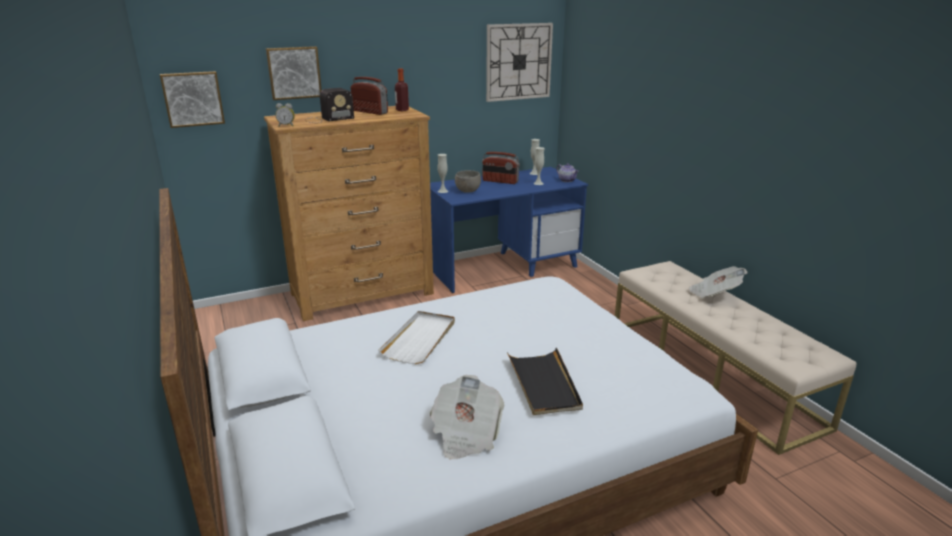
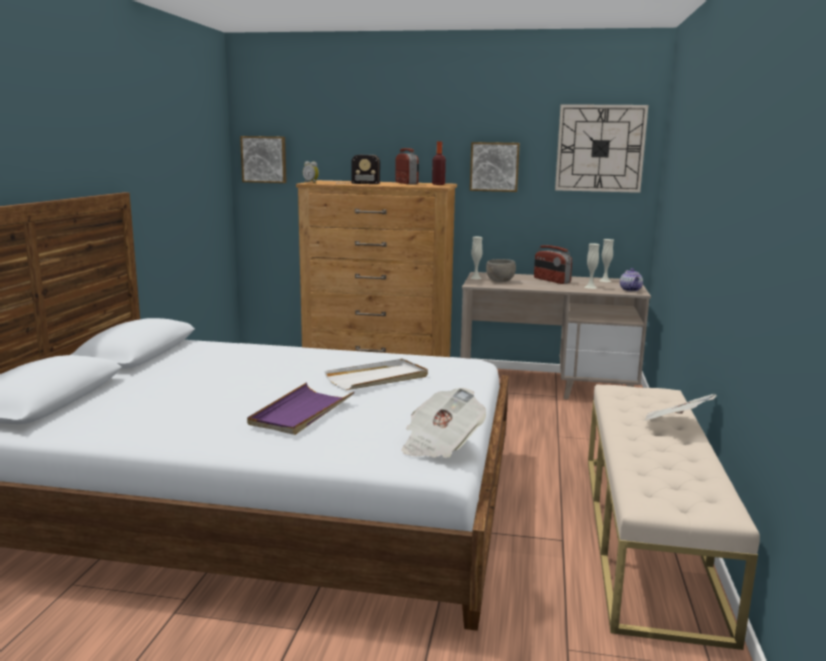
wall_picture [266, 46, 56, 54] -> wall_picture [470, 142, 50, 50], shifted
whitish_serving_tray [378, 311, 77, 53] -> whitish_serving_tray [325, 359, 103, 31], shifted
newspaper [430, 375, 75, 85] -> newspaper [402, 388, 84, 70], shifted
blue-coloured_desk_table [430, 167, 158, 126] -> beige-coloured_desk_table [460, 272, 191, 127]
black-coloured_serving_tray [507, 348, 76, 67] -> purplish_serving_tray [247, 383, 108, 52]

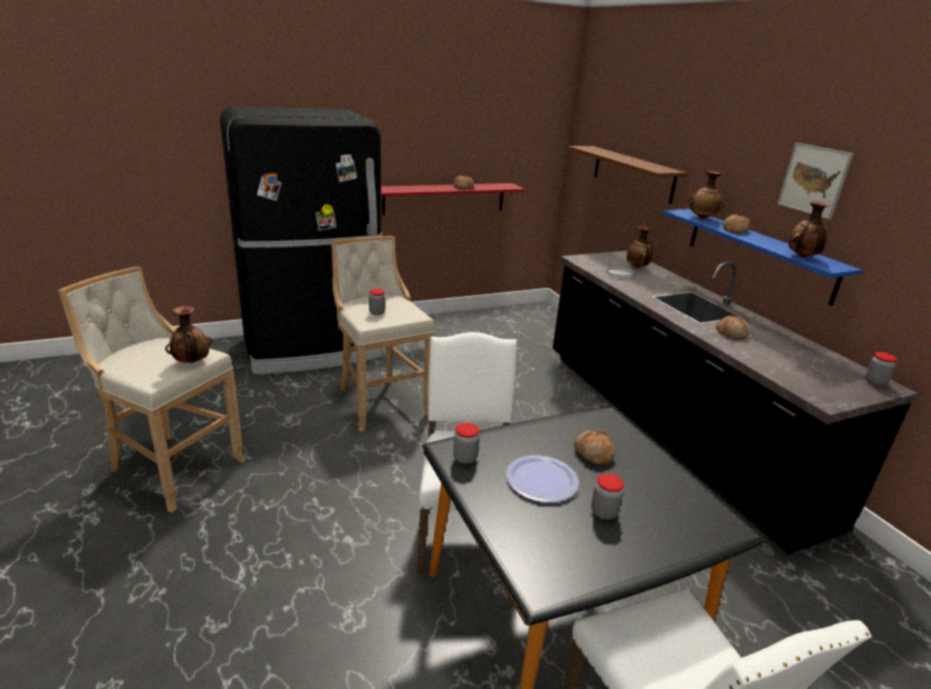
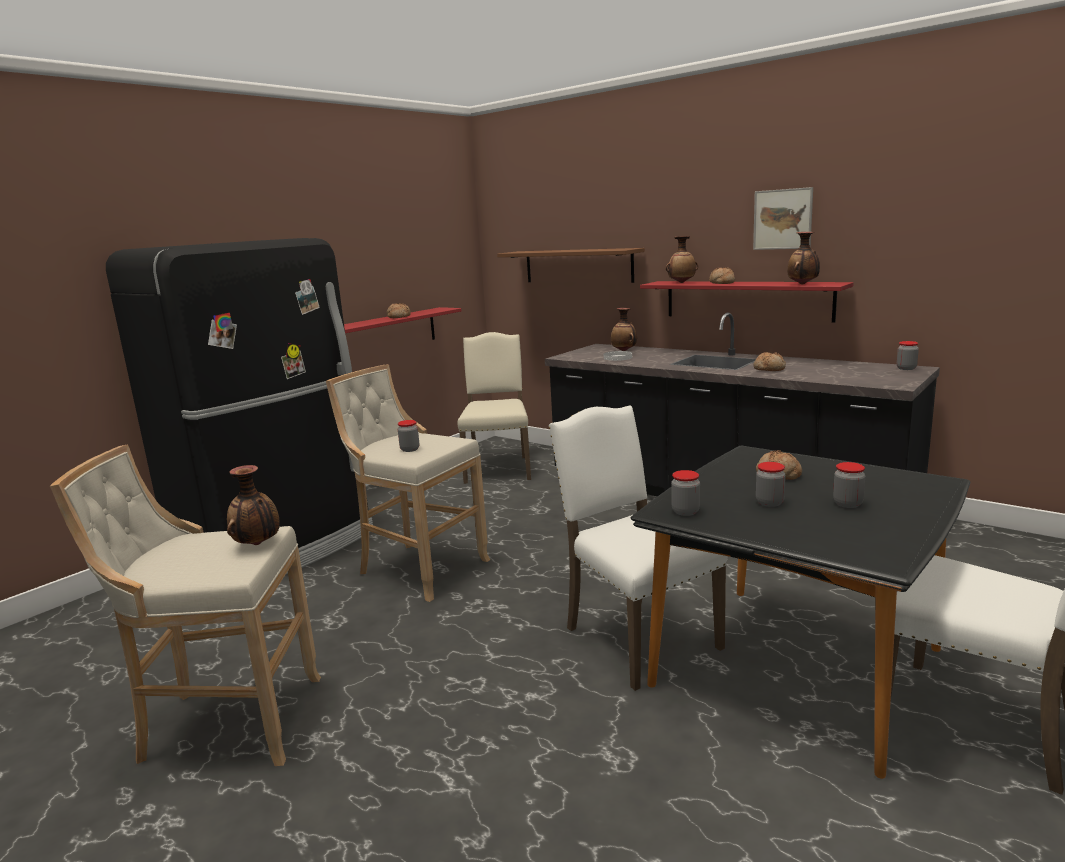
none -> beige-coloured_plain_chair [458, 332, 73, 152]
plate [506, 455, 73, 48] -> jar [756, 462, 30, 45]
blue-coloured_bracket_shelf [662, 209, 200, 97] -> red_bracket_shelf [640, 281, 213, 42]

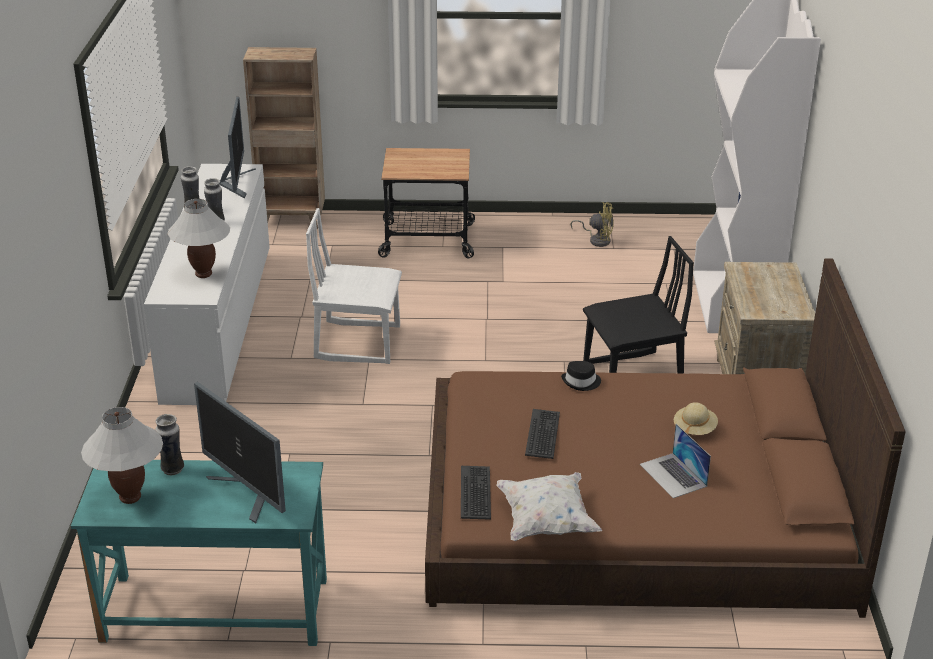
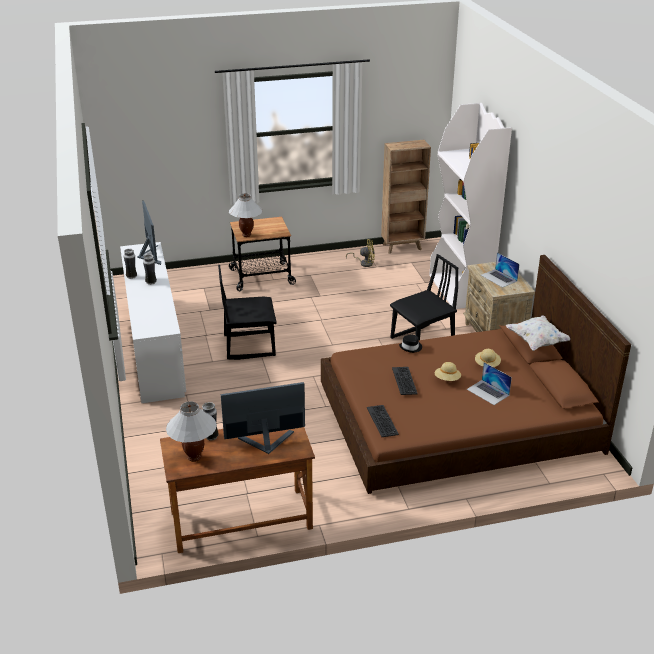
none -> beige-coloured_wearable_hat [435, 362, 26, 19]
none -> notebook_computer [481, 252, 39, 36]
whitish_lamp_for_a_table [167, 199, 63, 79] -> whitish_lamp_for_a_table [229, 193, 33, 44], shifted
brown_bookshelf [243, 47, 82, 182] -> brown_bookshelf [381, 140, 50, 114], shifted
whitish_pillow [496, 472, 106, 69] -> whitish_pillow [506, 315, 64, 36], shifted
turquoise_desk_table [71, 460, 256, 186] -> brown_desk_table [160, 427, 155, 126]
whitish_plain_chair [306, 208, 96, 156] -> black-coloured_plain_chair [218, 265, 59, 95]
computer_screen [194, 382, 92, 142] -> computer_screen [221, 382, 84, 72], 135 degrees clockwise

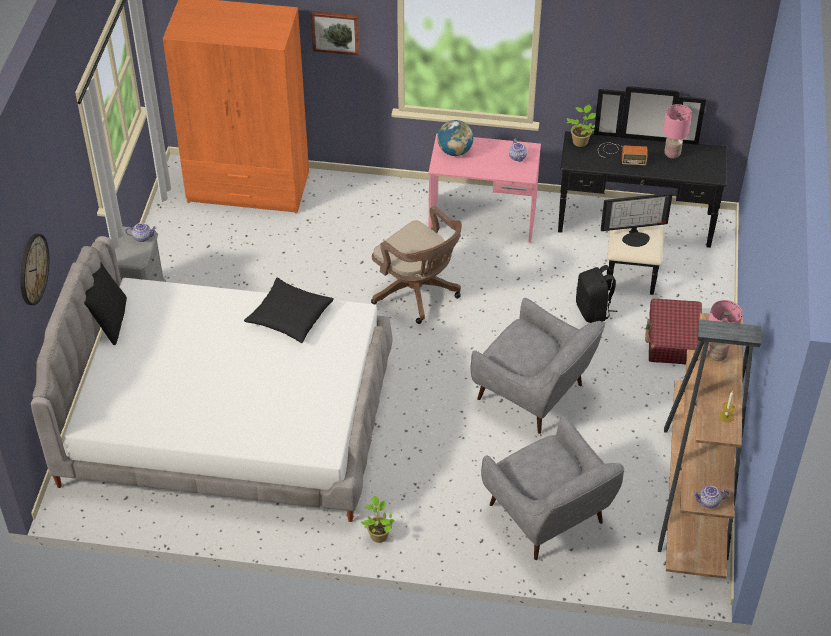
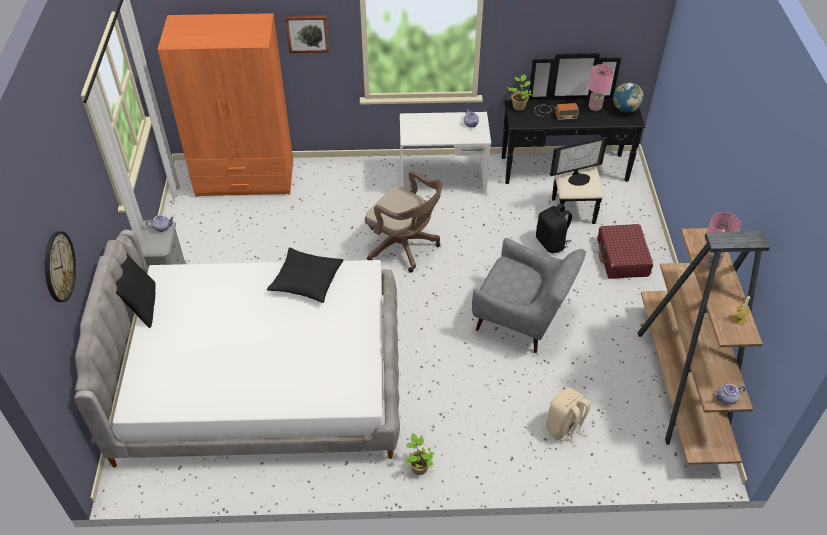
world_globe [437, 120, 36, 36] -> world_globe [613, 82, 31, 31], shifted
grey_easy_chair [481, 416, 143, 144] -> beige-coloured_rucksack [546, 388, 44, 59]
pinkish_desk_table [428, 134, 113, 109] -> whitish_desk_table [400, 112, 91, 83]

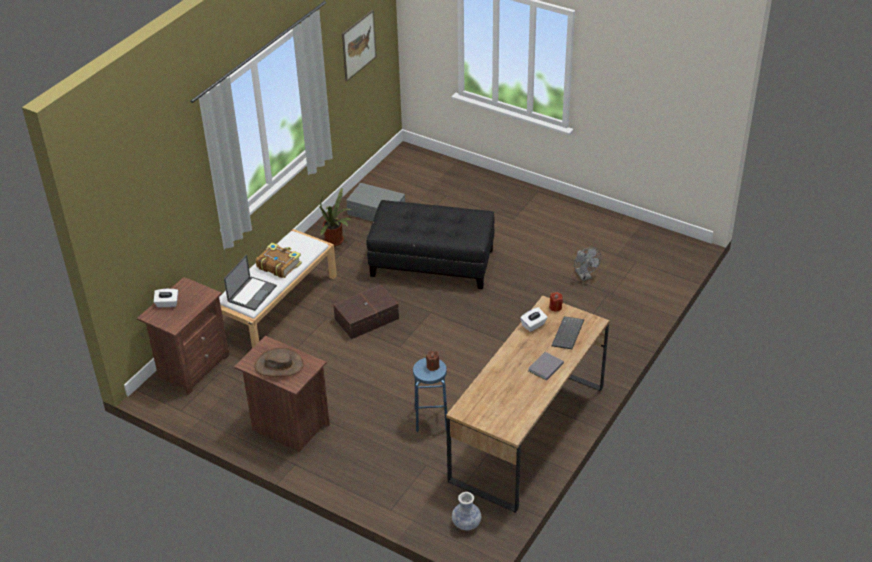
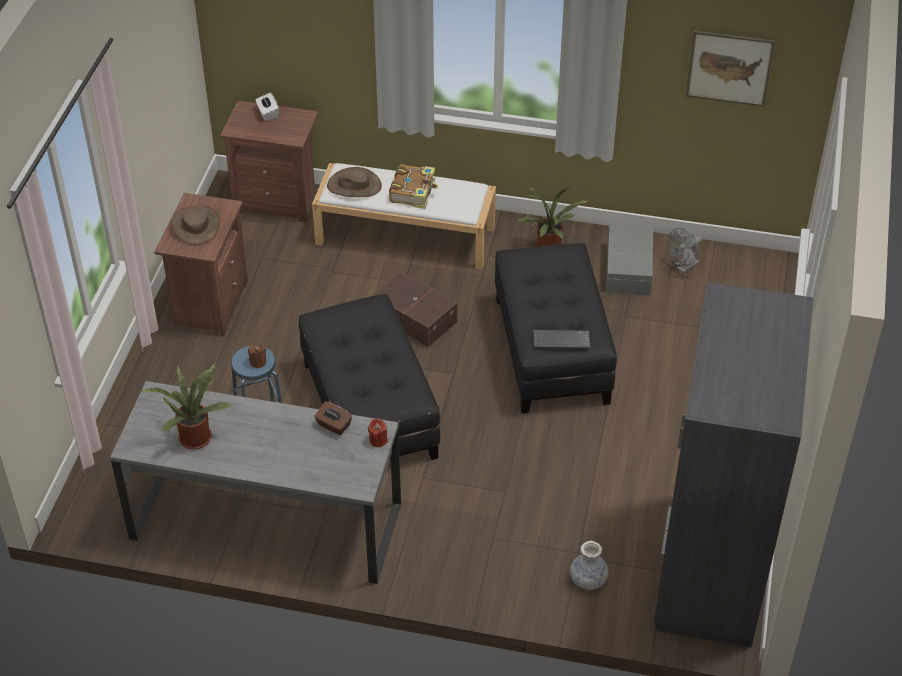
grey_book [528, 352, 36, 29] -> none
none -> houseplant [140, 361, 93, 89]
none -> black-coloured_pouffe [299, 294, 141, 166]
none -> grey_wardrobe [654, 282, 159, 366]
vase [452, 492, 29, 38] -> vase [570, 541, 38, 49], shifted
PC_keyboard [552, 316, 32, 33] -> PC_keyboard [533, 330, 57, 19], shifted
grey_cooling_fan [574, 247, 27, 34] -> grey_cooling_fan [668, 228, 34, 45], shifted
notebook_computer [224, 255, 53, 56] -> brown_wearable_hat [327, 167, 55, 30]
brown_desk_table [446, 296, 163, 217] -> grey_desk_table [110, 381, 291, 203]
whitish_box_of_tissues [520, 307, 27, 25] -> brown_box_of_tissues [314, 401, 38, 34]

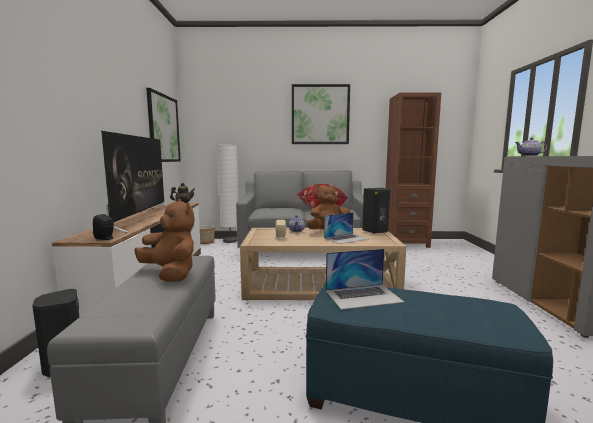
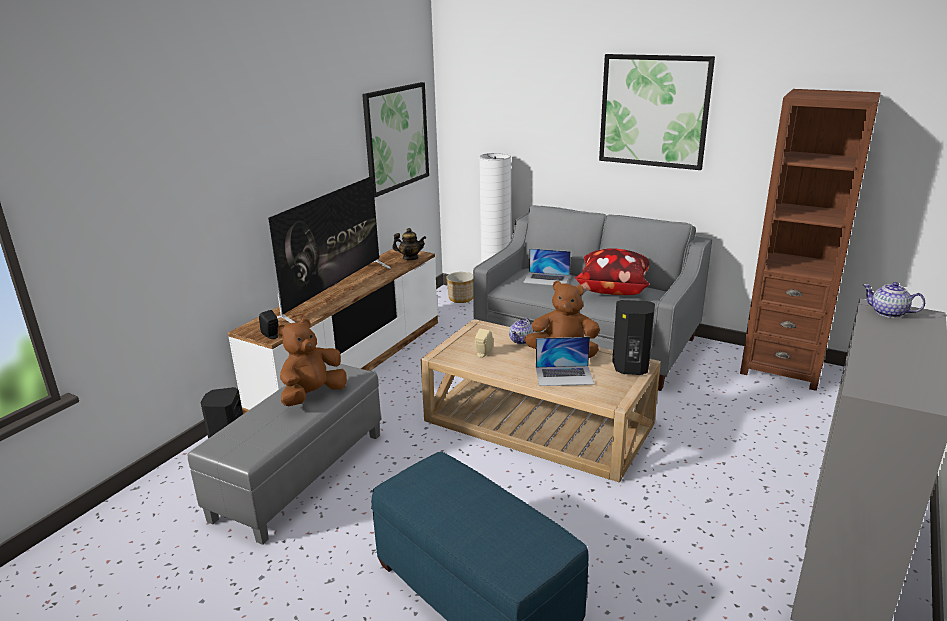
notebook_computer [326, 249, 79, 61] -> notebook_computer [523, 248, 48, 38], shifted
brown_soft_toy [134, 199, 61, 83] -> brown_soft_toy [278, 319, 69, 87], 120 degrees counterclockwise

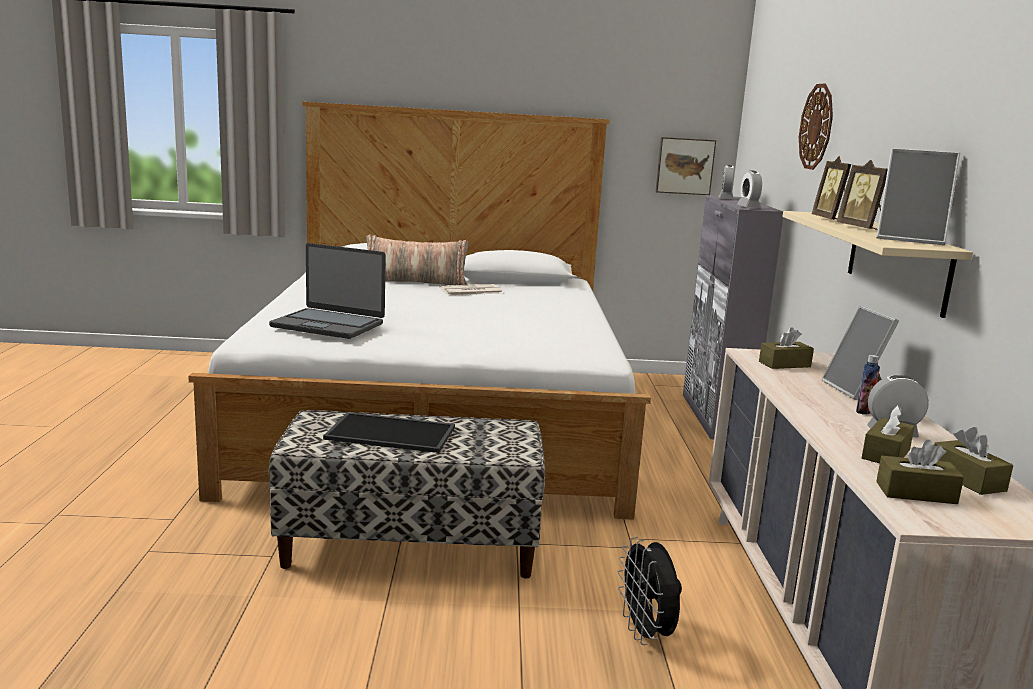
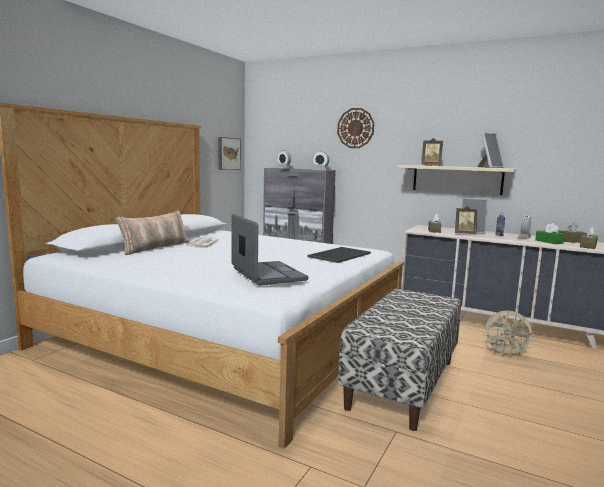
serving_tray [323, 412, 132, 41] -> serving_tray [308, 247, 63, 16], shifted
picture_frame [836, 160, 52, 70] -> picture_frame [455, 206, 23, 28], shifted
black-coloured_cooling_fan [618, 537, 64, 108] -> beige-coloured_cooling_fan [483, 310, 53, 47]
brown_box_of_tissues [862, 405, 53, 58] -> greenish_box_of_tissues [535, 223, 30, 21]
notebook_computer [269, 243, 117, 96] -> notebook_computer [231, 214, 77, 71], 75 degrees counterclockwise

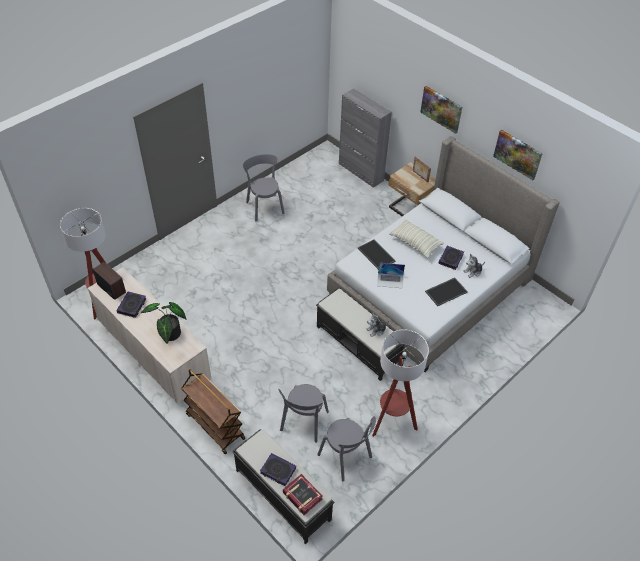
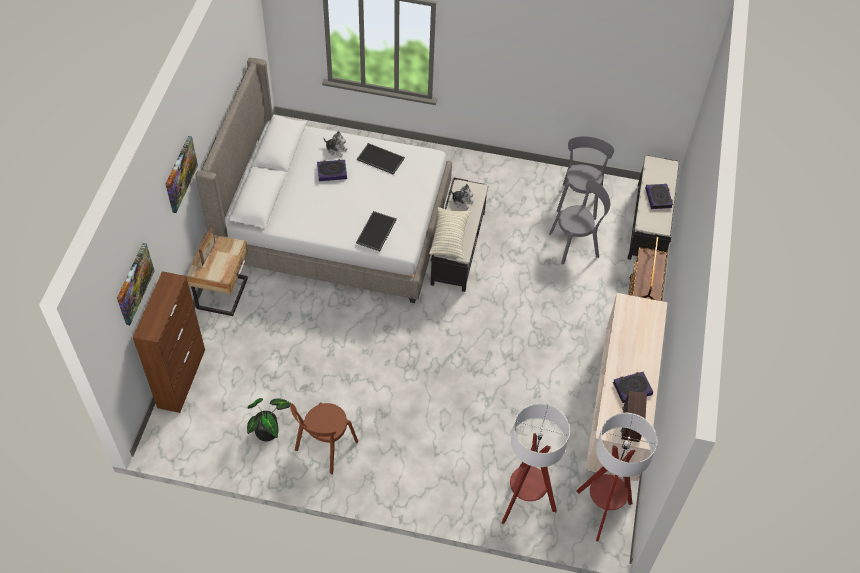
book [283, 474, 39, 41] -> none
notebook_computer [377, 263, 28, 25] -> none
houseplant [141, 302, 45, 42] -> houseplant [247, 398, 44, 43], shifted
floor_lamp [372, 329, 57, 108] -> floor_lamp [501, 403, 69, 121], shifted
pillow [389, 219, 55, 39] -> pillow [429, 207, 42, 52], shifted
wall_picture [493, 130, 50, 50] -> wall_picture [117, 243, 38, 82], shifted
grey_plain_chair [243, 154, 42, 67] -> brown_plain_chair [290, 402, 68, 72]
grey_cabinet [339, 88, 53, 100] -> brown_cabinet [133, 271, 72, 142]

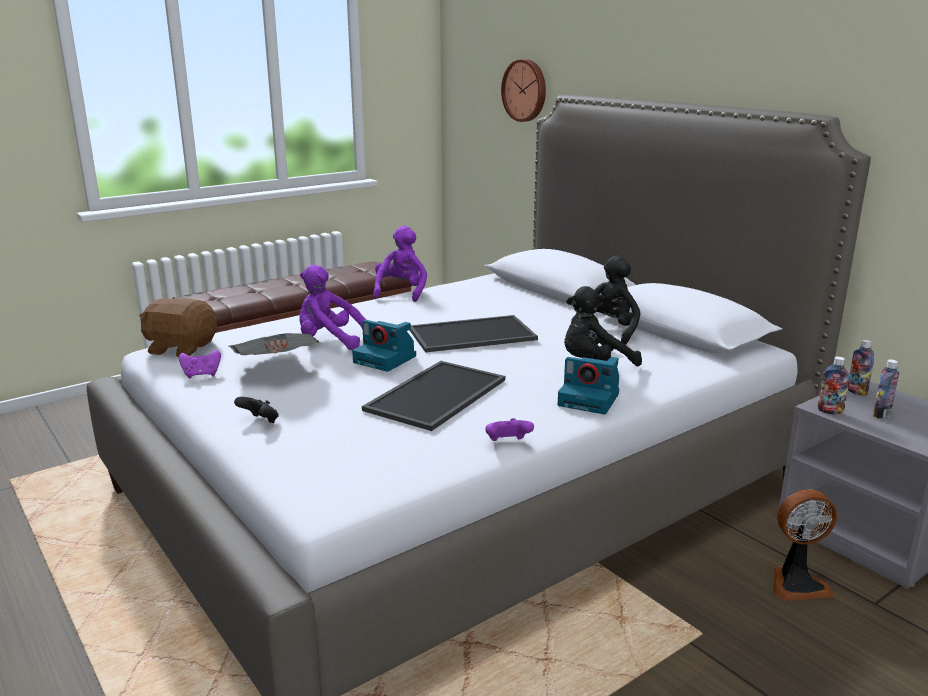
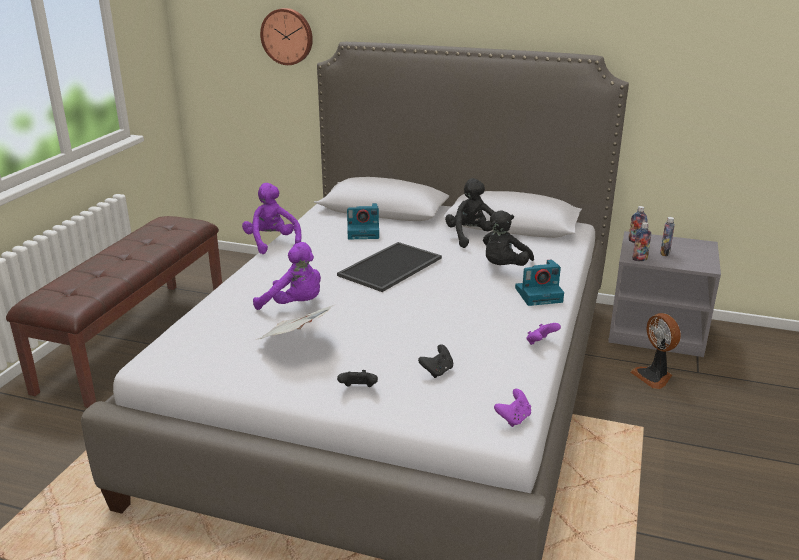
brown_soft_toy [139, 297, 78, 60] -> none
serving_tray [362, 361, 143, 70] -> none
none -> black-coloured_gamepad [418, 344, 35, 34]
purplish_gamepad [179, 350, 42, 28] -> purplish_gamepad [494, 389, 37, 38], shifted
still_camera [352, 320, 64, 52] -> still_camera [347, 203, 32, 36], shifted
purplish_soft_toy [299, 265, 68, 85] -> purplish_soft_toy [253, 242, 68, 68], 135 degrees counterclockwise
cooling_fan [773, 489, 64, 112] -> cooling_fan [630, 313, 51, 76], 105 degrees clockwise

